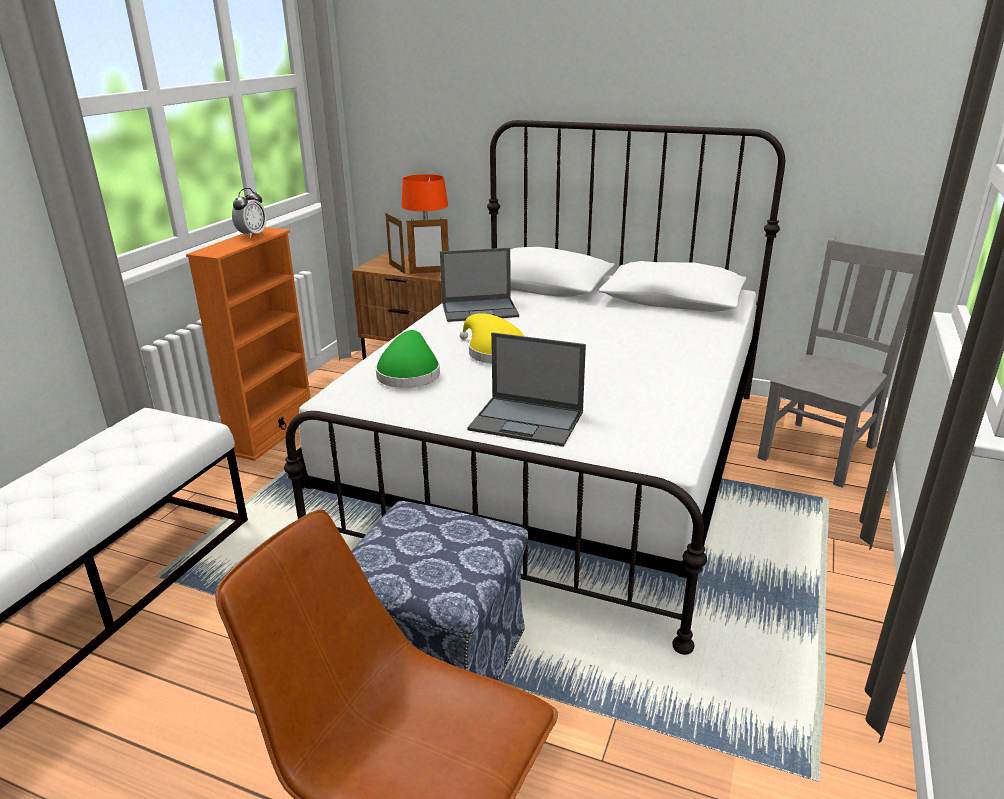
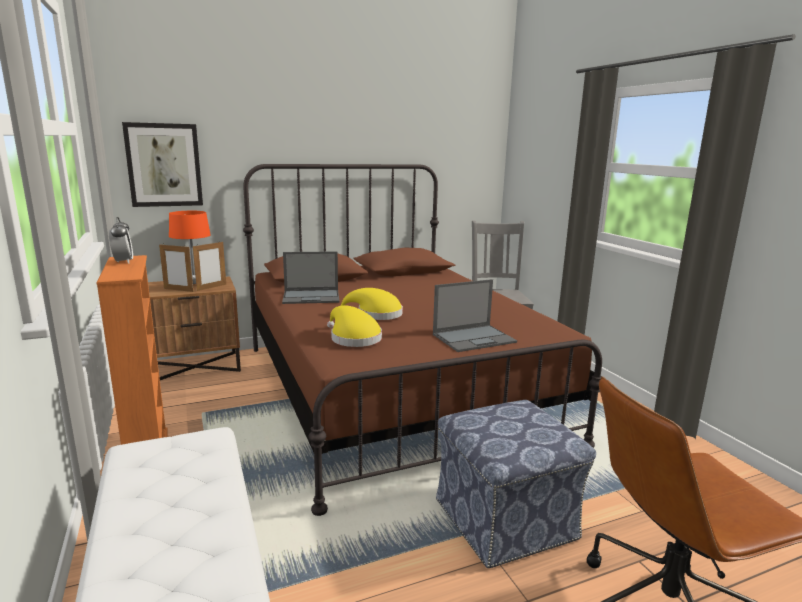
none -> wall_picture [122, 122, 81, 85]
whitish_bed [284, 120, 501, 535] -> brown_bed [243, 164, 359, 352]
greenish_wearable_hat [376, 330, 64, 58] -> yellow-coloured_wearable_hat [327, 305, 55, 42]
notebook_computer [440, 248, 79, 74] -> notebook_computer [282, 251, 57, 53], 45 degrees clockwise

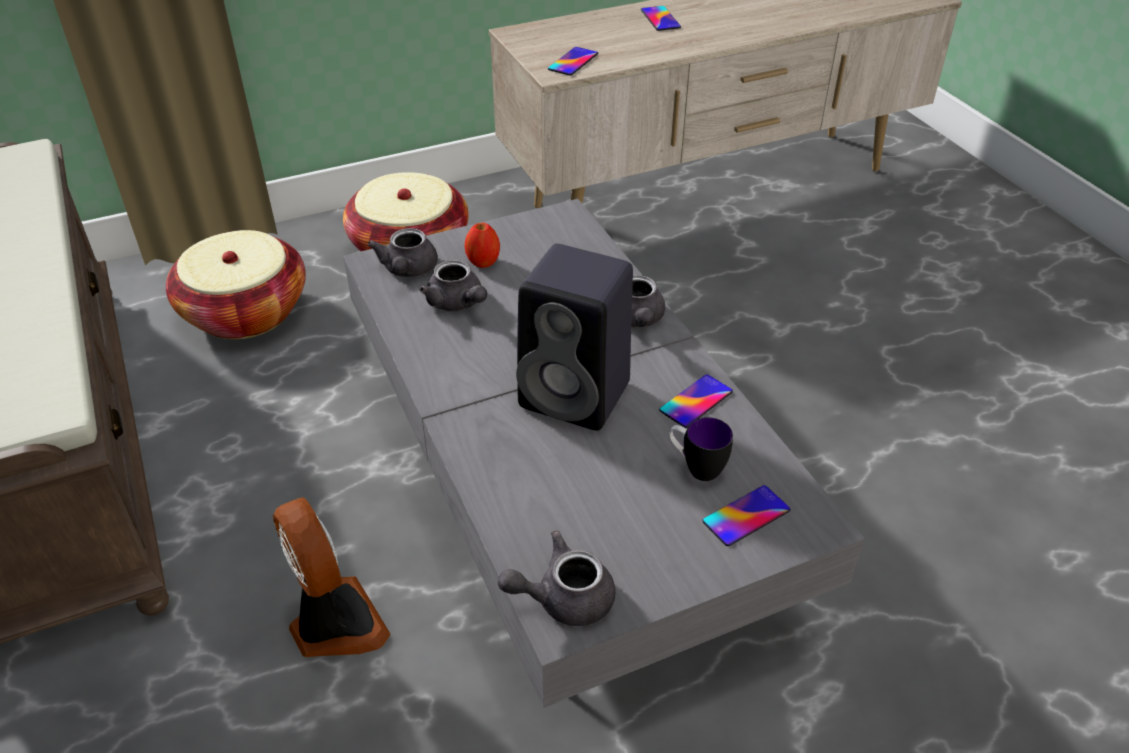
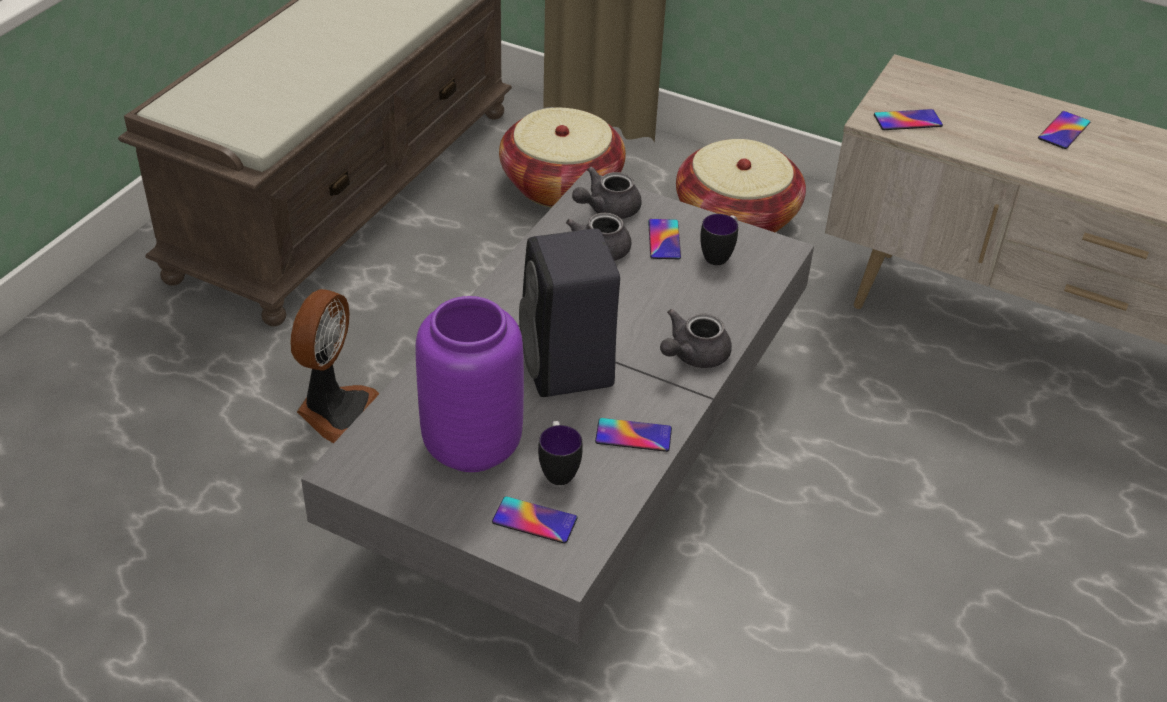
grey_pot_for_tea [498, 531, 117, 95] -> none
none -> purplish_vase [416, 296, 108, 176]
none -> mug [700, 214, 38, 51]
apple [464, 223, 36, 45] -> handset [648, 219, 33, 40]

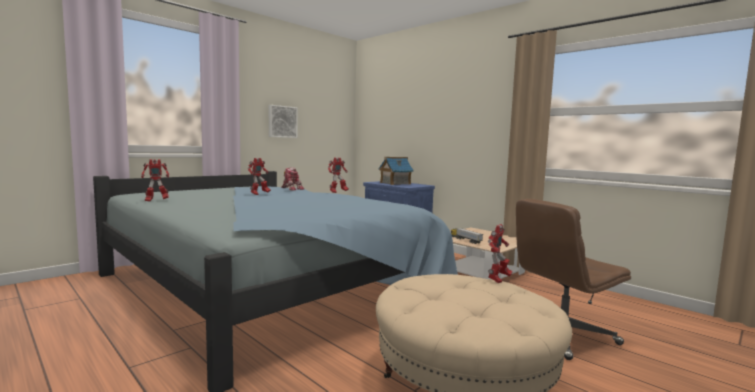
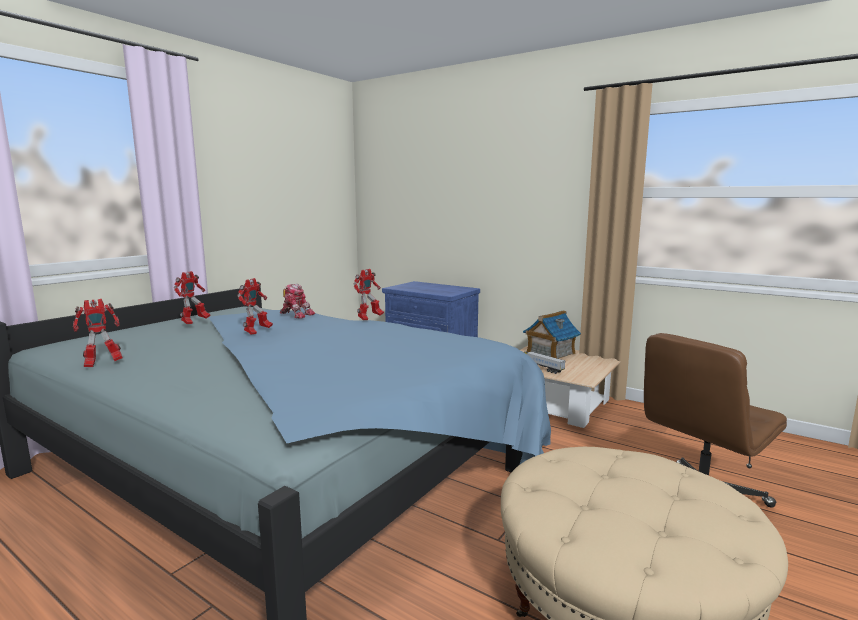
wall_picture [269, 105, 29, 33] -> none
toy_house [378, 157, 36, 28] -> toy_house [523, 311, 58, 48], shifted
robot_figure [488, 224, 24, 59] -> robot_figure [174, 271, 37, 53], shifted

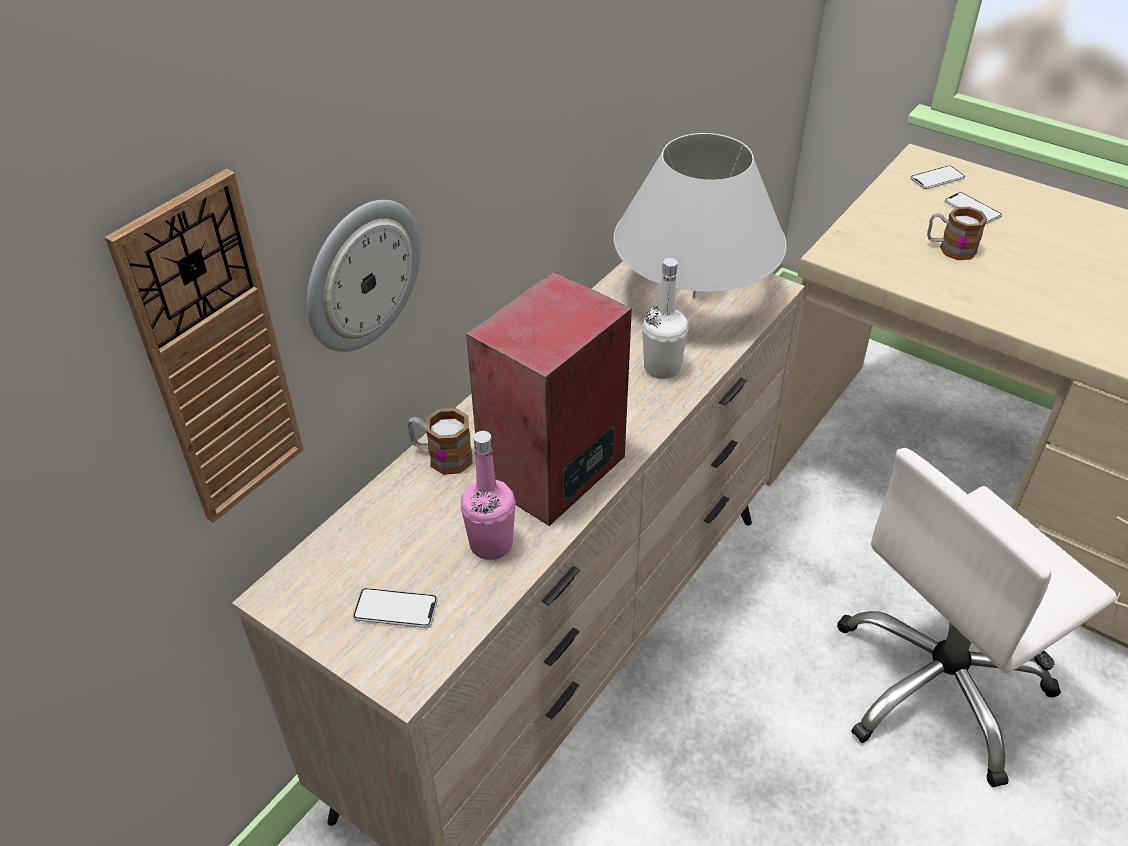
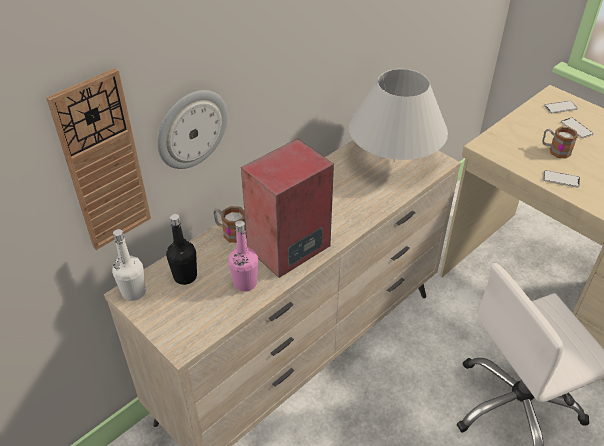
none -> black-coloured_drink_bottle [166, 214, 31, 71]
handset [353, 588, 85, 40] -> handset [543, 170, 37, 18], shifted
whitish_drink_bottle [642, 258, 46, 121] -> whitish_drink_bottle [112, 229, 34, 72], shifted

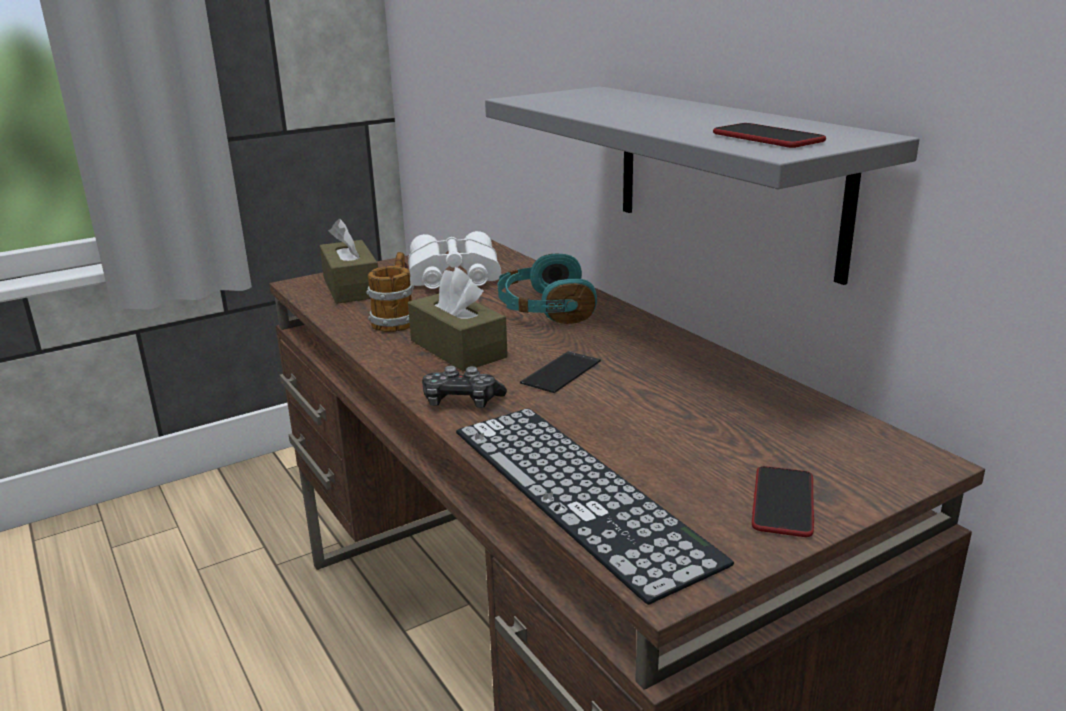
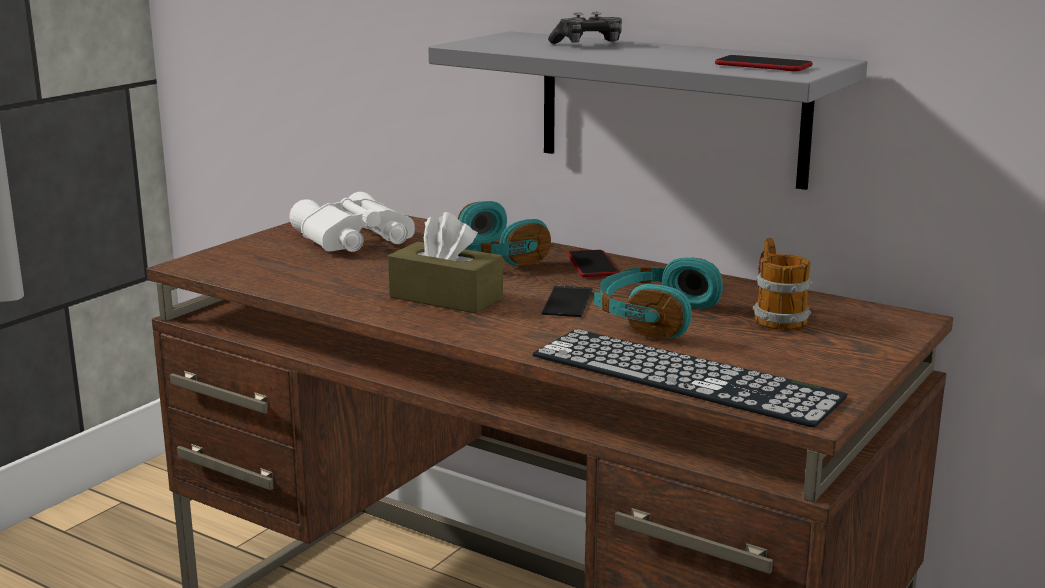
brown_box_of_tissues [320, 219, 58, 85] -> none
none -> turquoise_pair_of_headphones [594, 258, 129, 81]
mug [366, 252, 48, 80] -> mug [753, 238, 59, 92], shifted
gamepad [422, 365, 85, 43] -> gamepad [548, 12, 74, 32], shifted
handset [752, 466, 62, 71] -> handset [568, 250, 51, 27], shifted

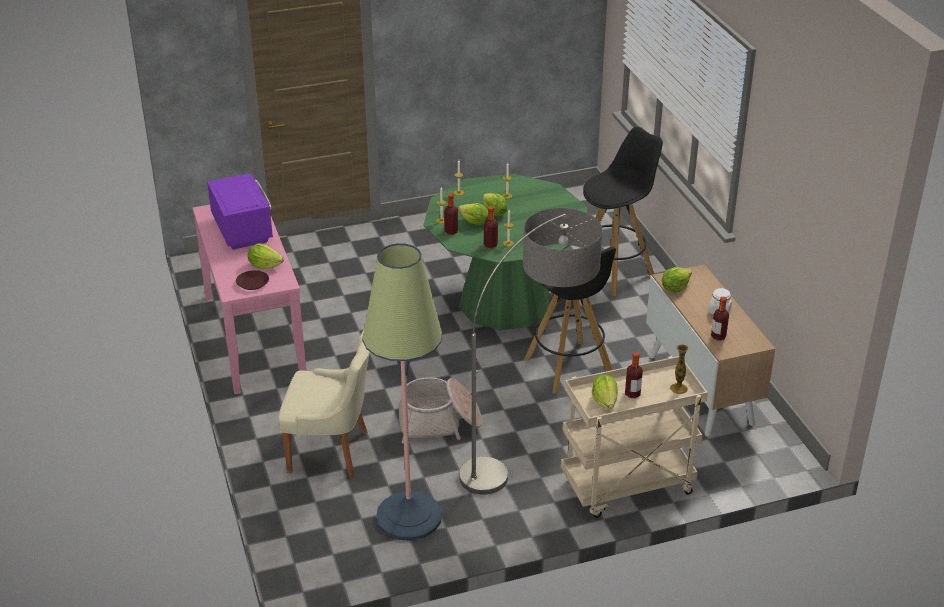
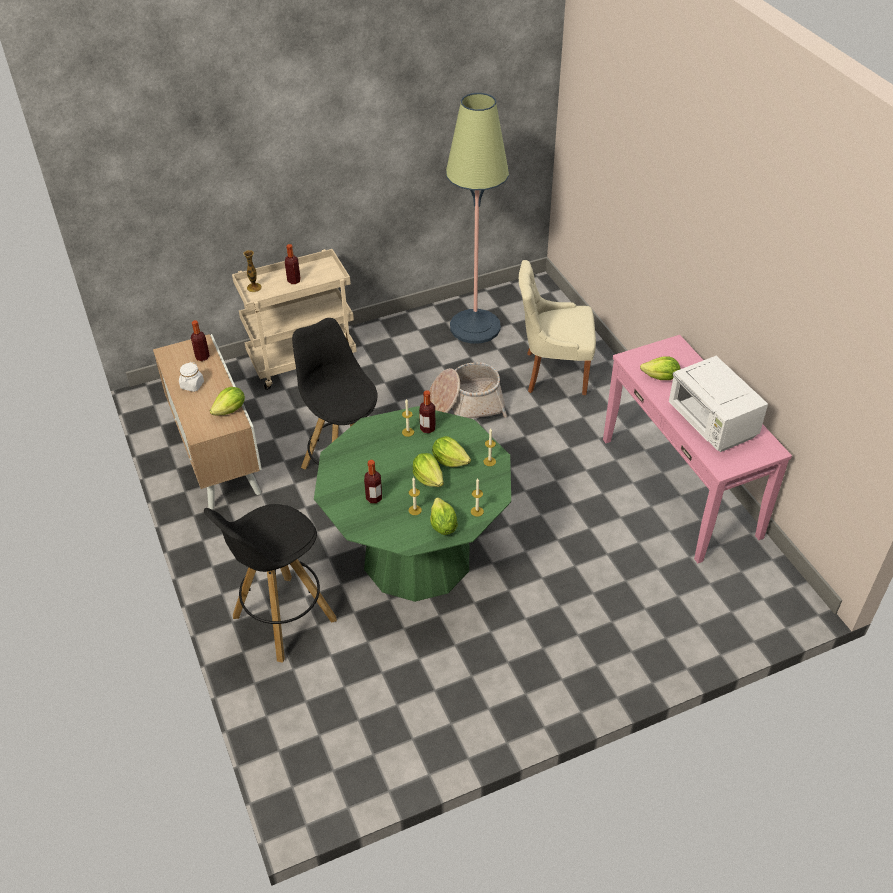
brown_plate [236, 270, 33, 20] -> none
floor_lamp [459, 208, 144, 287] -> none
drink_bottle [444, 193, 14, 42] -> drink_bottle [364, 460, 18, 43], shifted
lettuce_head [592, 374, 26, 35] -> lettuce_head [430, 497, 28, 38], shifted
purplish_kitchen_microwave [207, 173, 66, 77] -> whitish_kitchen_microwave [668, 356, 100, 96]

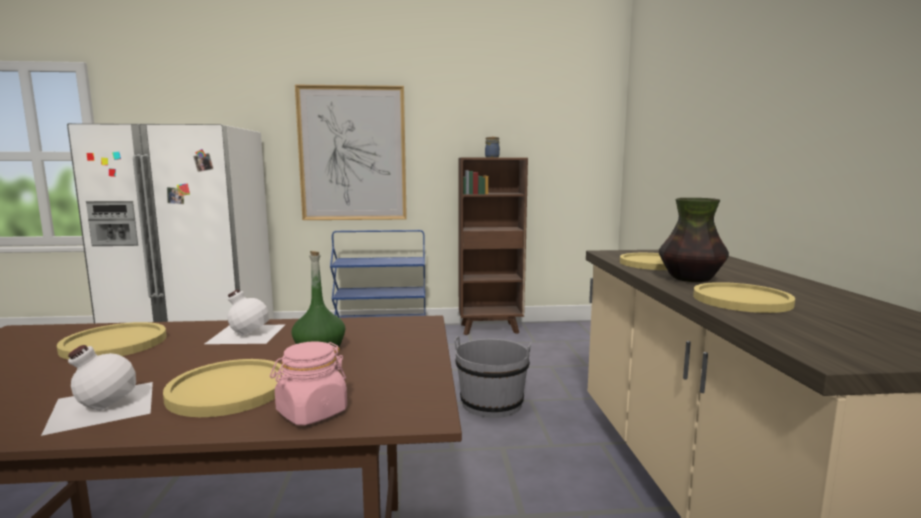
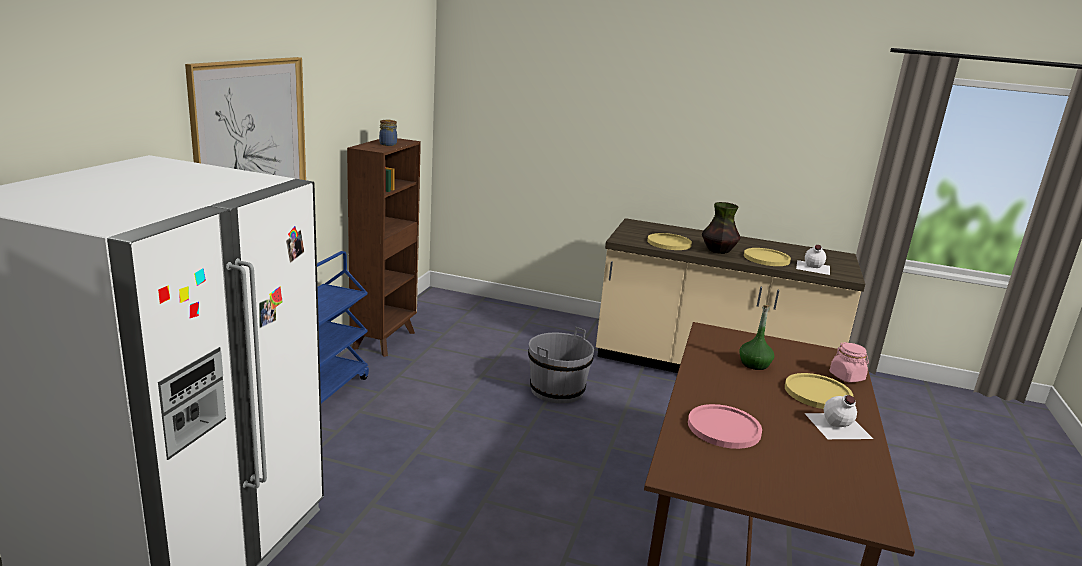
whitish_drink_bottle [205, 289, 80, 55] -> whitish_drink_bottle [796, 245, 34, 30], shifted
yellow-coloured_plate [57, 322, 110, 38] -> pinkish_plate [688, 404, 74, 45]

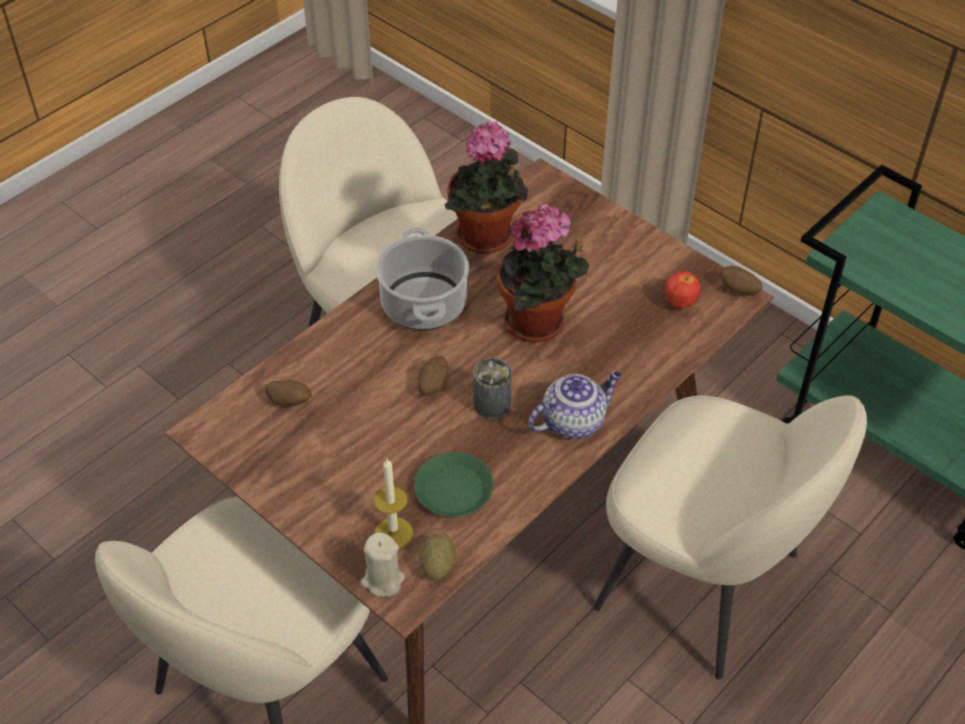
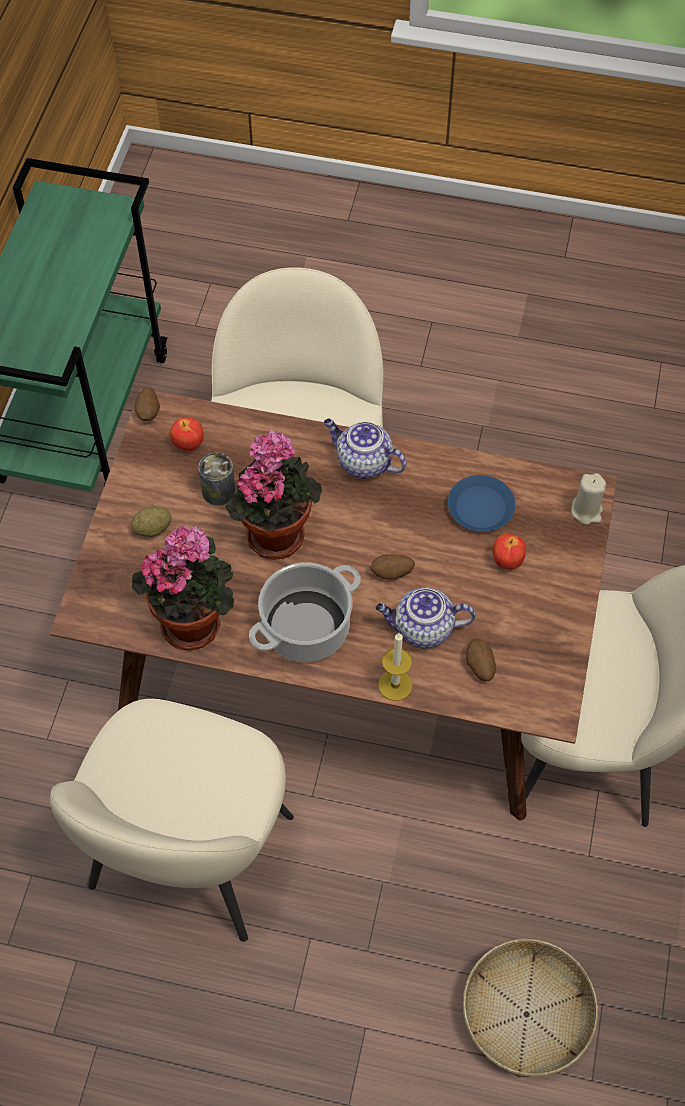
none -> pot_for_tea [375, 588, 101, 61]
none -> storage_basket [463, 939, 135, 139]
none -> apple [492, 534, 34, 36]
candle [374, 459, 39, 90] -> candle [378, 633, 35, 68], shifted
spud [420, 533, 37, 47] -> spud [131, 506, 40, 31], shifted
metal_can [473, 358, 39, 61] -> metal_can [198, 453, 38, 53], shifted
greenish_plate [414, 452, 79, 65] -> blue-coloured_plate [448, 475, 67, 57]

